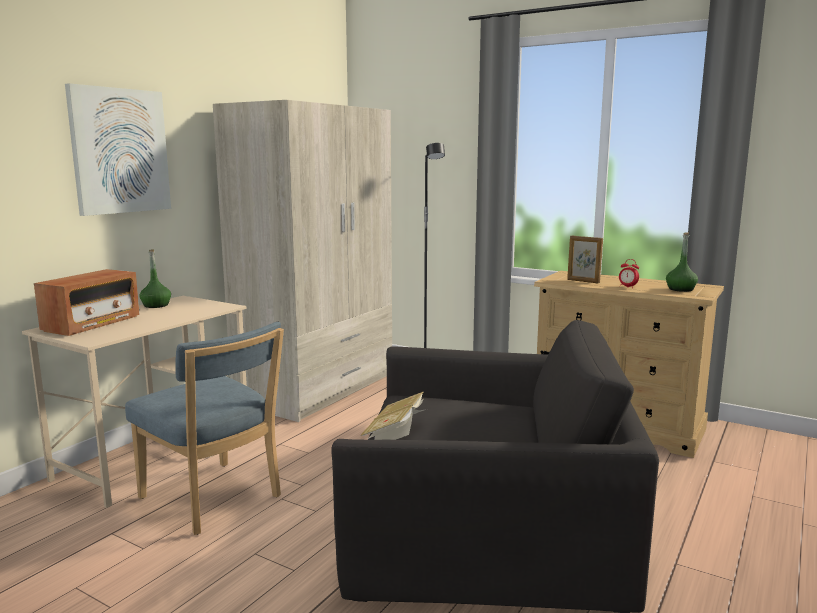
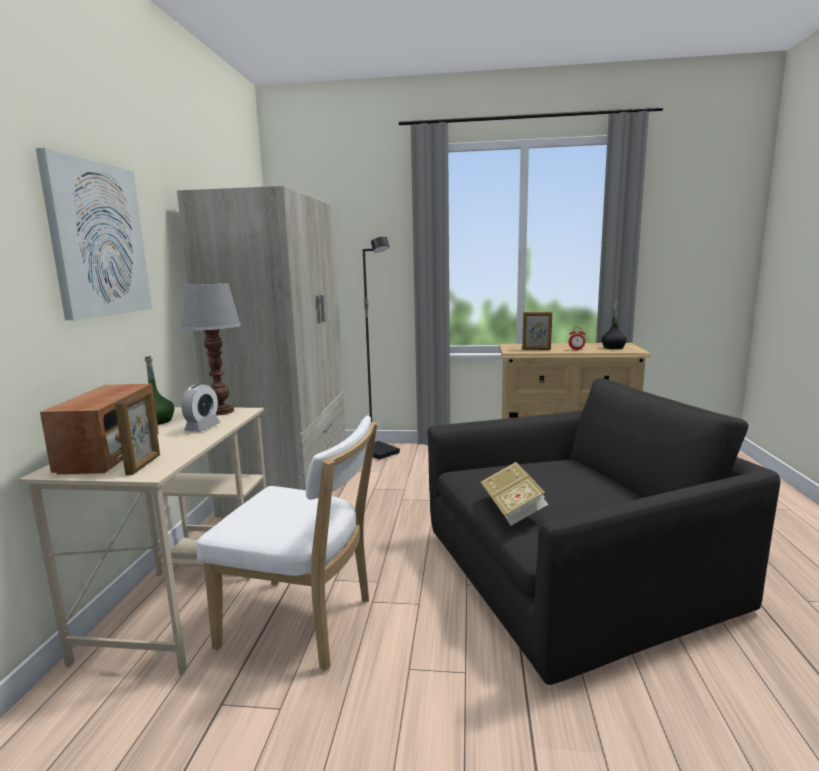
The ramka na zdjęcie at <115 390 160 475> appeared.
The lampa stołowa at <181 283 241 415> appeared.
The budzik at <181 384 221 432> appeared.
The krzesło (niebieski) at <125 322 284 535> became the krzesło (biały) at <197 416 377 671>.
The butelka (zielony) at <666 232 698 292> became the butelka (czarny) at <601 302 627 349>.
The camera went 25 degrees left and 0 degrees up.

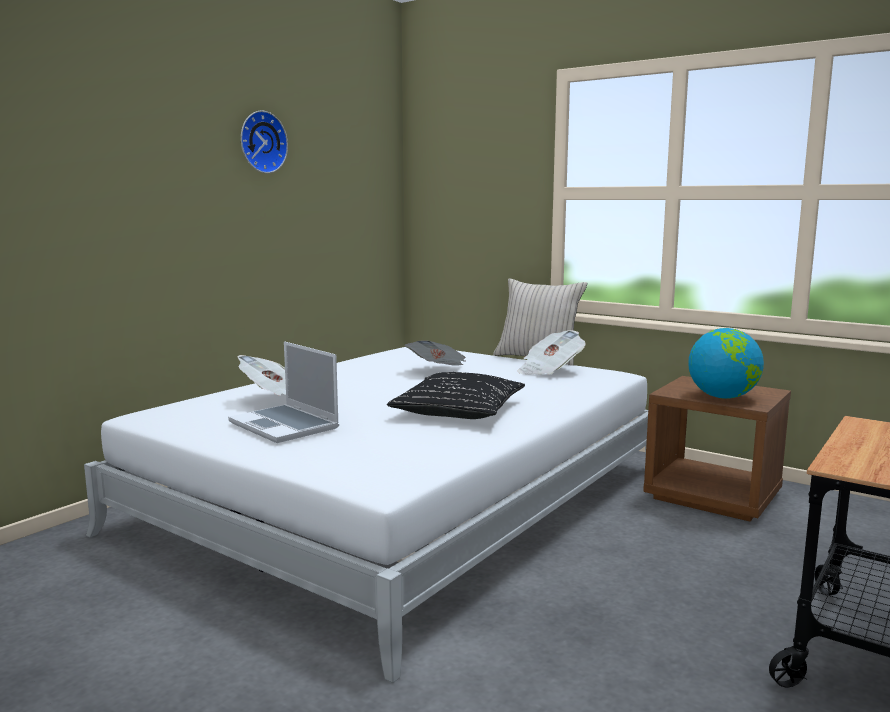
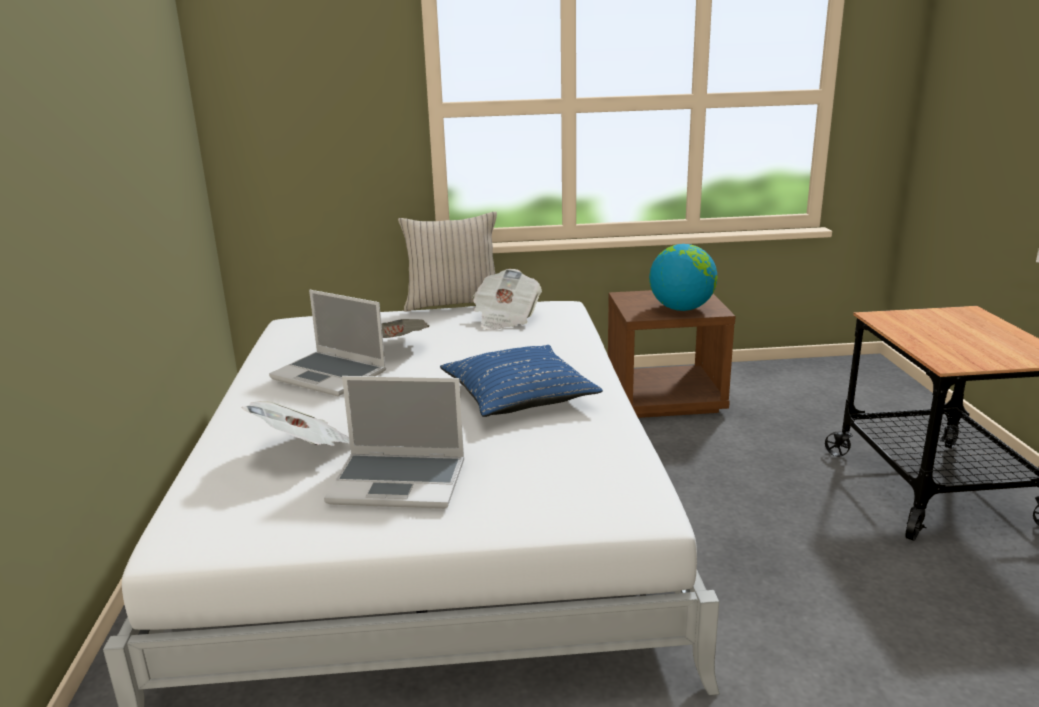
The zegar ścienny at <241 110 288 173> disappeared.
The laptop at <269 290 386 396> appeared.
The poduszka (czarny) at <387 372 525 419> became the poduszka (niebieski) at <440 345 603 417>.
The camera went 40 degrees left and 10 degrees up.

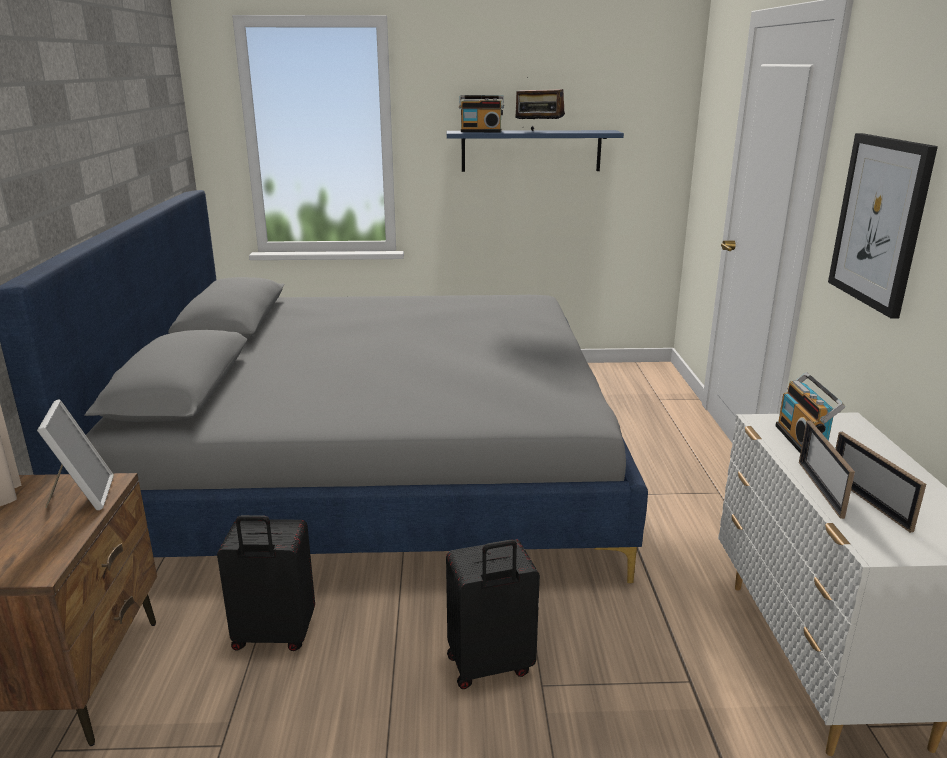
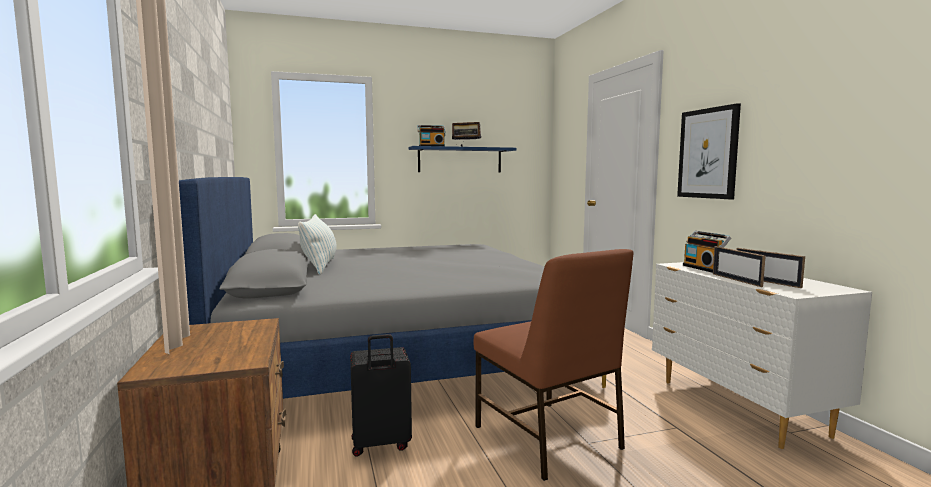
The ramka na zdjęcie at <37 399 114 510> disappeared.
The poduszka at <298 214 337 275> appeared.
The walizka (czarny) at <446 539 540 689> was replaced by the krzesło (brązowy) at <474 249 633 481>.
The camera went 15 degrees left and 15 degrees down.

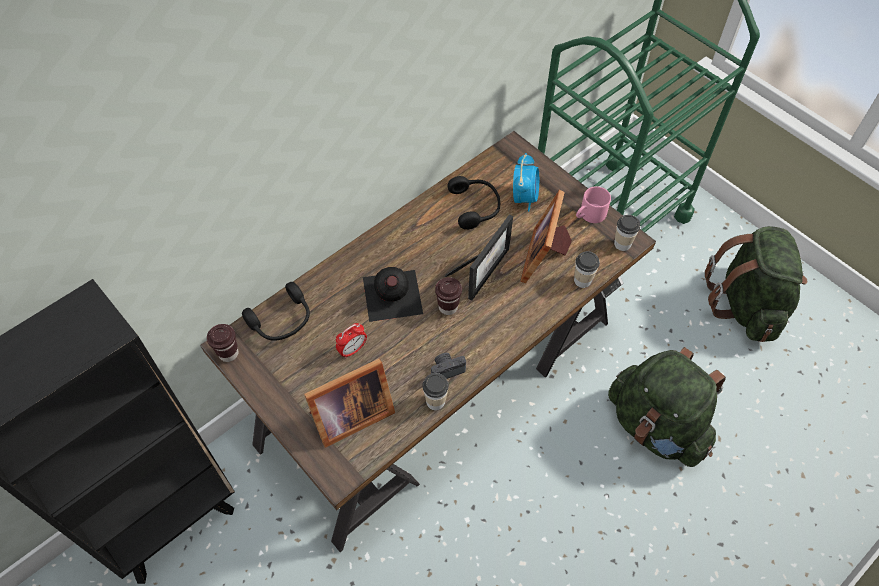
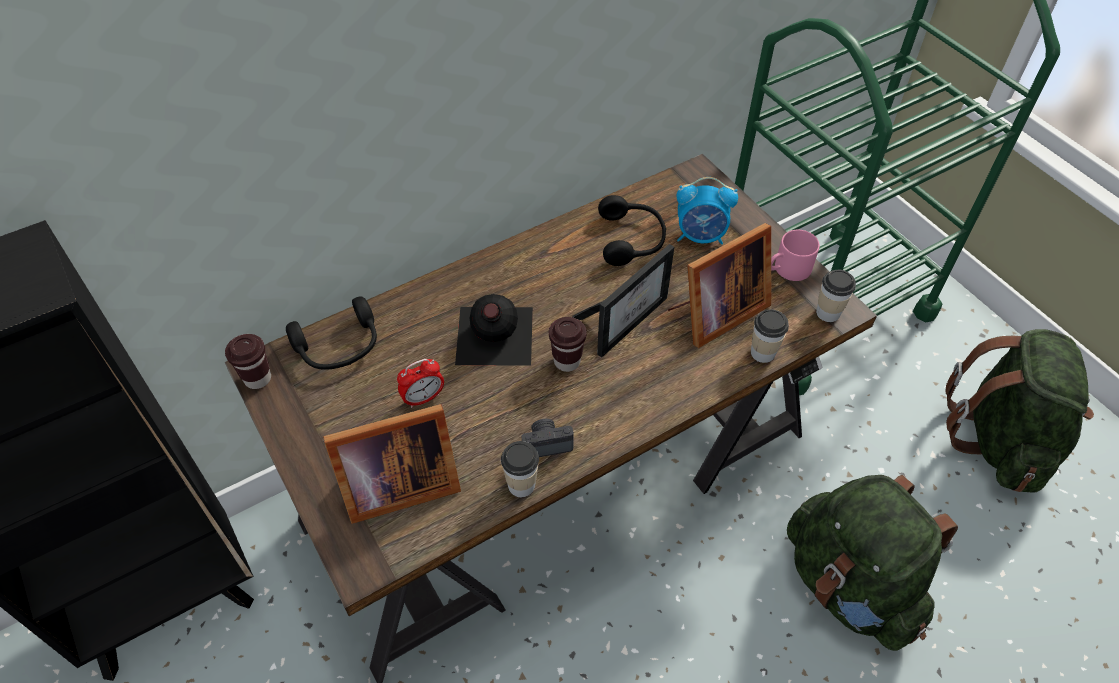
The budzik at <513 153 539 212> turned 75 degrees clockwise.
The ramka na zdjęcie at <520 190 572 283> turned 150 degrees counterclockwise.
The camera went 10 degrees right and 5 degrees down.

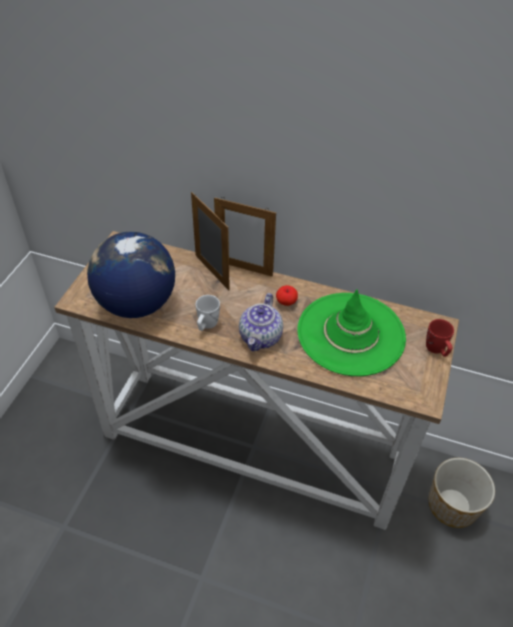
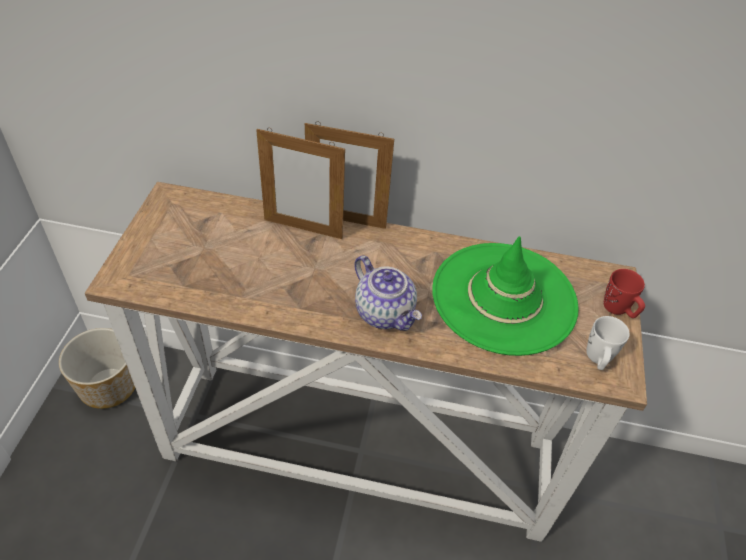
The globus at <87 232 175 318> disappeared.
The jabłko at <276 285 298 306> disappeared.
The kubek (biały) moved from <196 295 220 331> to <586 316 630 370>.
The donica moved from <429 458 495 528> to <59 328 135 409>.
The ramka na zdjęcie at <191 192 230 290> turned 150 degrees clockwise.
The imbryk at <239 293 283 351> turned 45 degrees counterclockwise.
The camera went 10 degrees left and 0 degrees up.

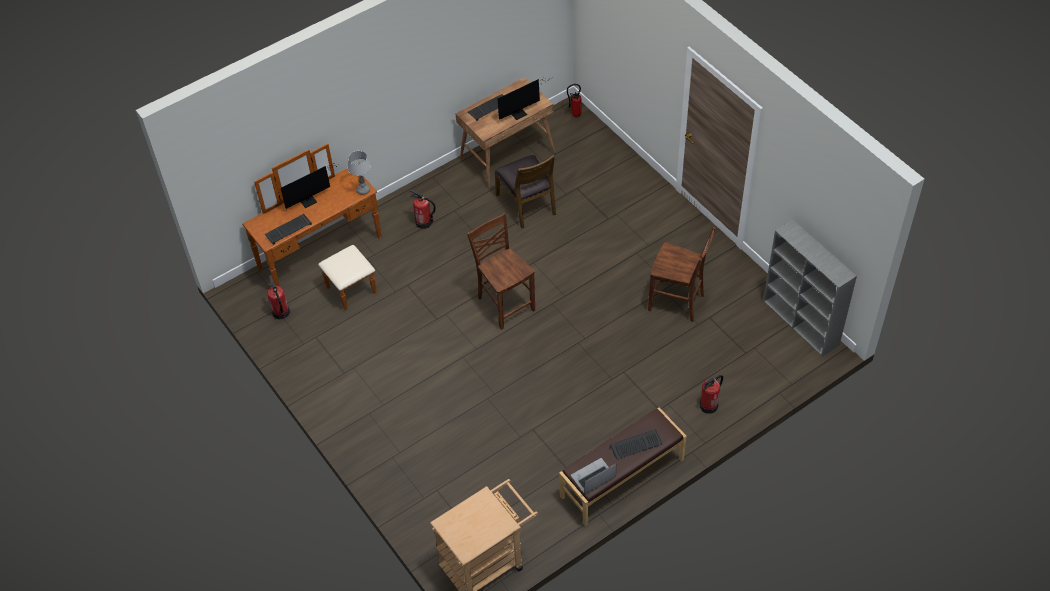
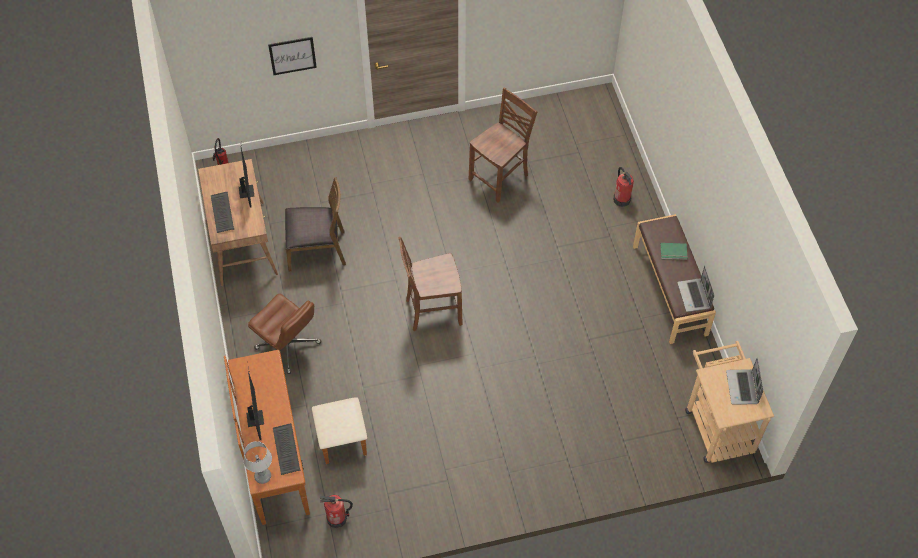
The regał (szary) at <763 220 857 357> disappeared.
The obraz at <268 37 317 75> appeared.
The laptop at <726 358 763 405> appeared.
The lampa stołowa moved from <348 151 371 195> to <243 441 272 484>.
The gaśnica at <410 190 436 229> was replaced by the krzesło biurowe (brązowy) at <248 294 322 374>.
The klawiatura at <610 429 663 460> was replaced by the książka (zielony) at <661 243 688 260>.
The camera went 70 degrees left and 5 degrees up.

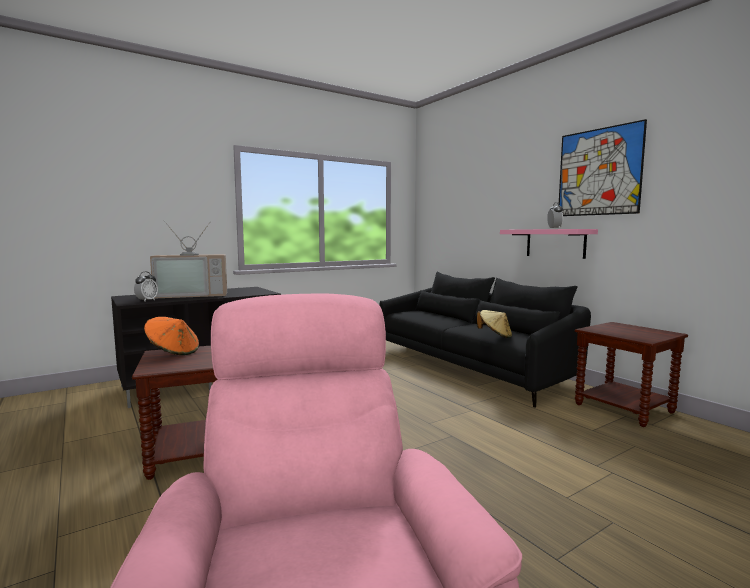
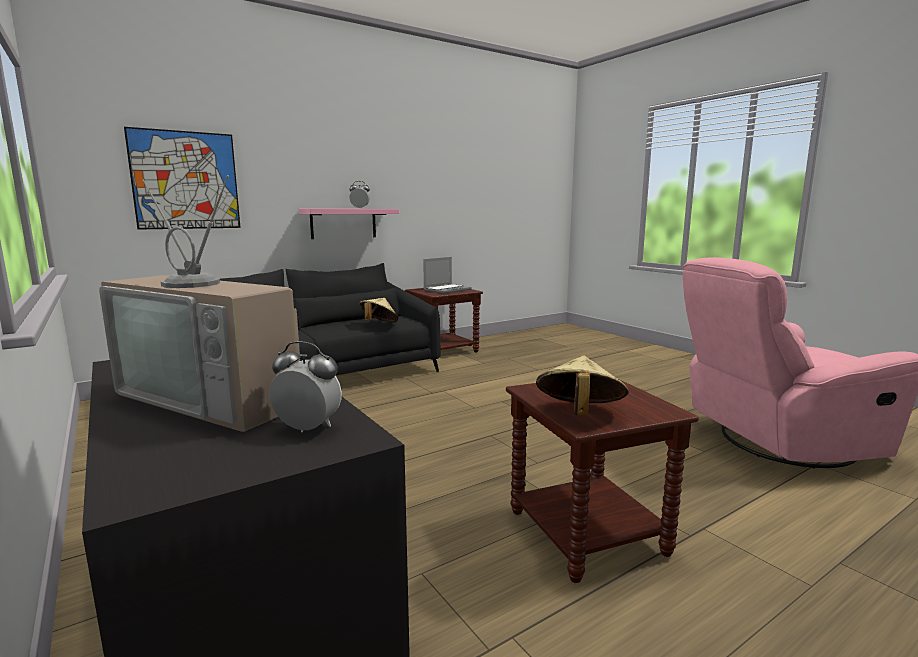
The laptop at <423 257 472 294> appeared.
The obraz moved from <559 119 647 216> to <124 127 241 230>.
The kapelusz (pomarańczowy) at <144 317 199 355> became the kapelusz (beżowy) at <536 356 629 416>.
The telewizor at <150 221 227 298> turned 135 degrees clockwise.
The camera went 90 degrees left and 5 degrees up.

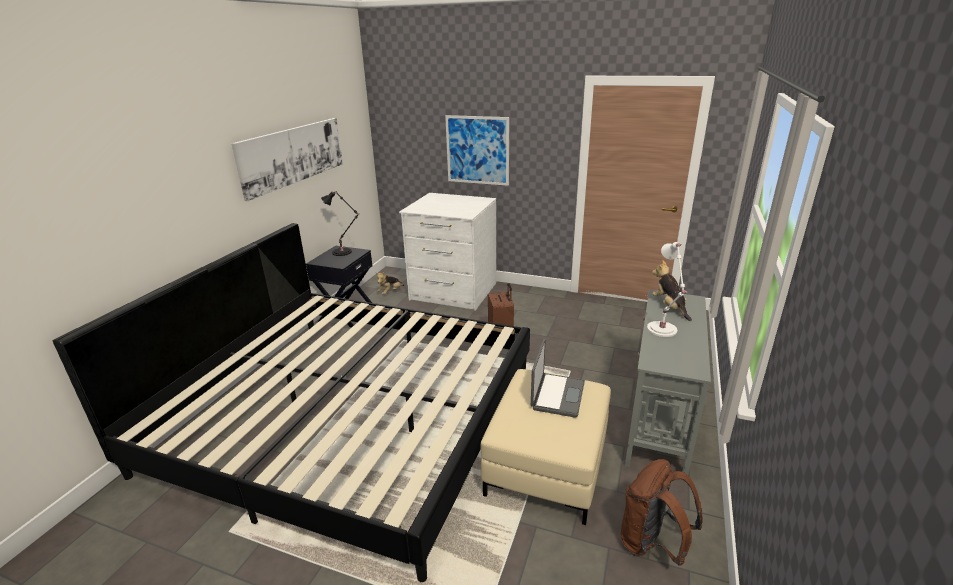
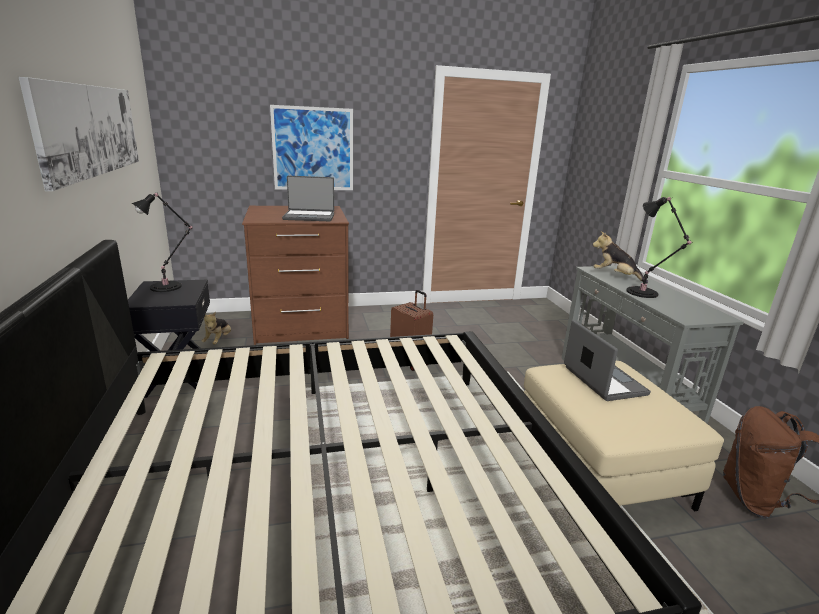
The laptop at <282 176 334 221> appeared.
The komoda (biały) at <399 193 496 311> became the komoda (brązowy) at <242 206 349 345>.
The lampa stołowa (biały) at <647 242 687 337> became the lampa stołowa (czarny) at <626 197 693 298>.
The camera went 35 degrees left and 5 degrees down.

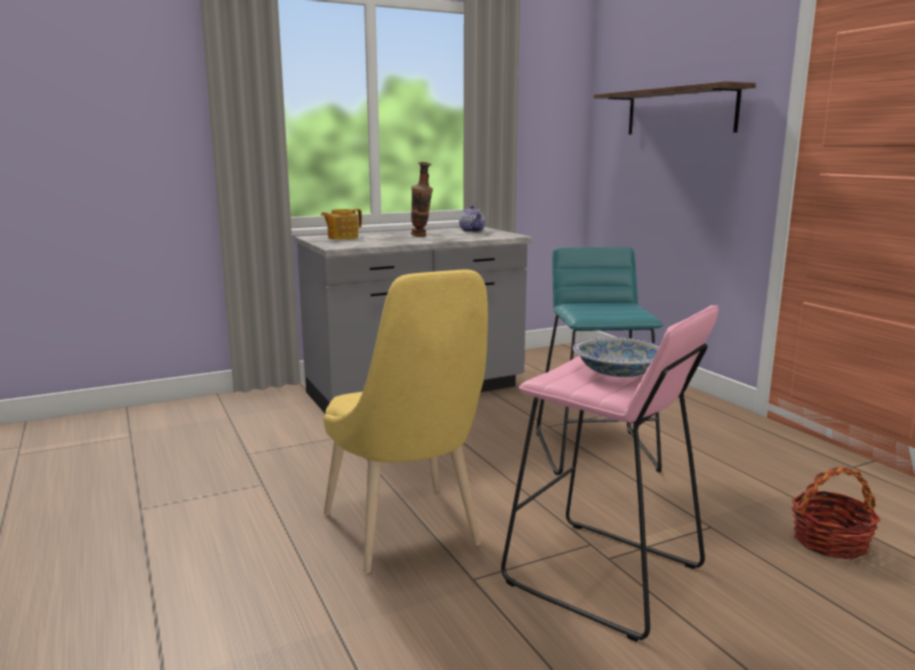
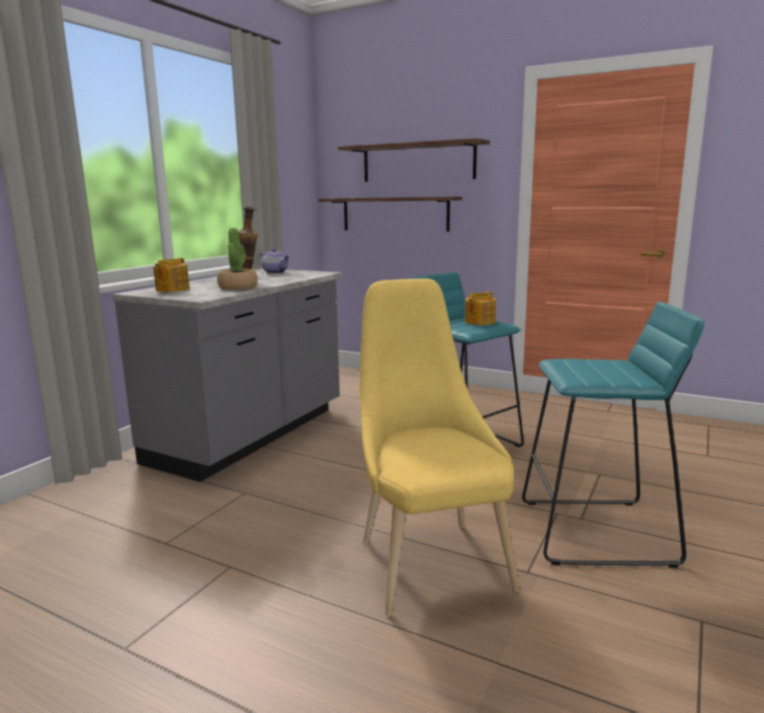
The miska at <573 337 660 377> disappeared.
The koszyk at <792 467 881 559> disappeared.
The roślina doniczkowa at <217 228 258 290> appeared.
The półka at <318 197 462 232> appeared.
The imbryk at <464 291 496 325> appeared.
The stołek (różowy) at <501 305 719 642> became the stołek (turkusowy) at <522 302 704 568>.
The krzesło (żółty) at <323 270 488 573> turned 135 degrees counterclockwise.
The camera went 35 degrees left and 0 degrees up.

